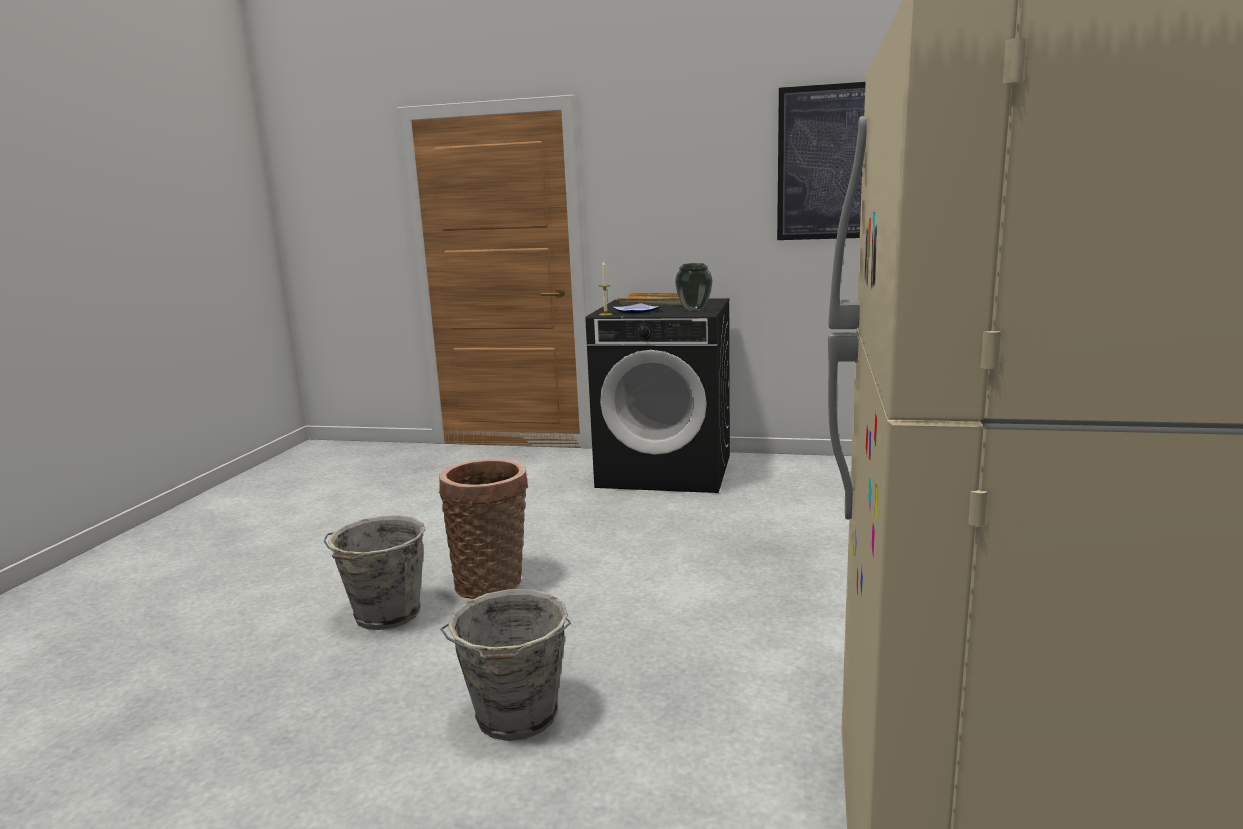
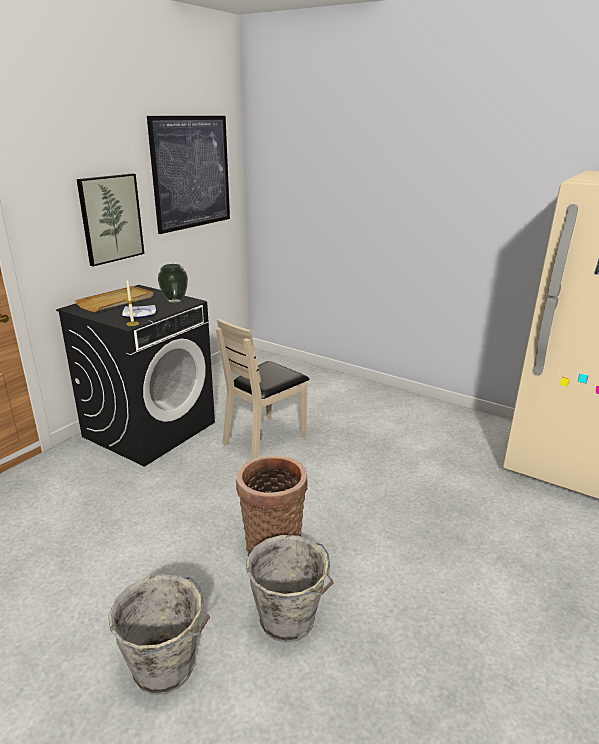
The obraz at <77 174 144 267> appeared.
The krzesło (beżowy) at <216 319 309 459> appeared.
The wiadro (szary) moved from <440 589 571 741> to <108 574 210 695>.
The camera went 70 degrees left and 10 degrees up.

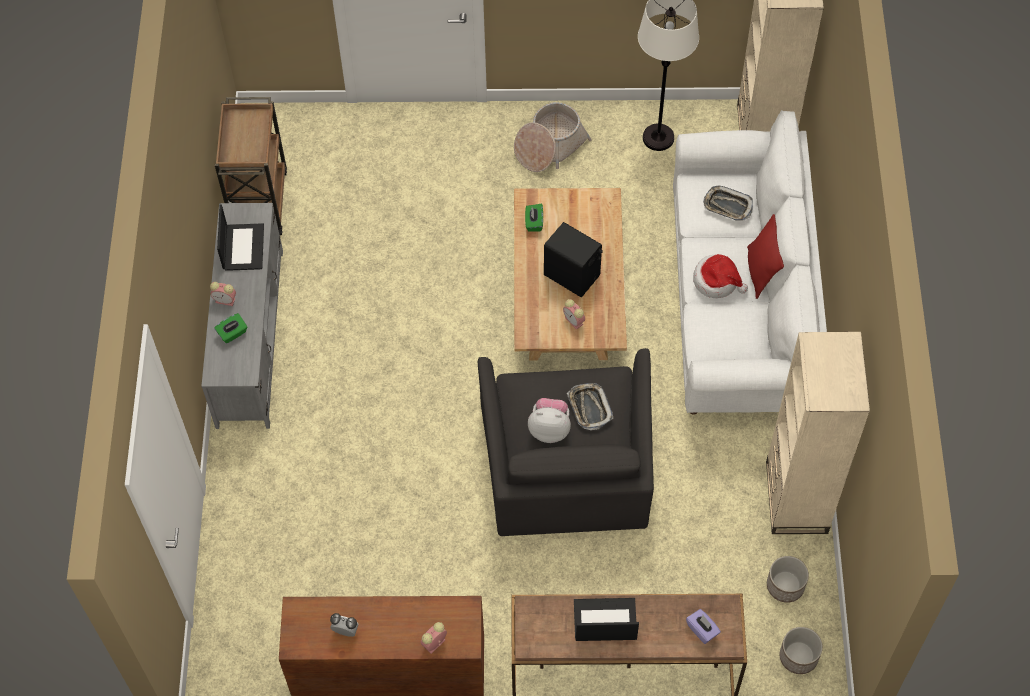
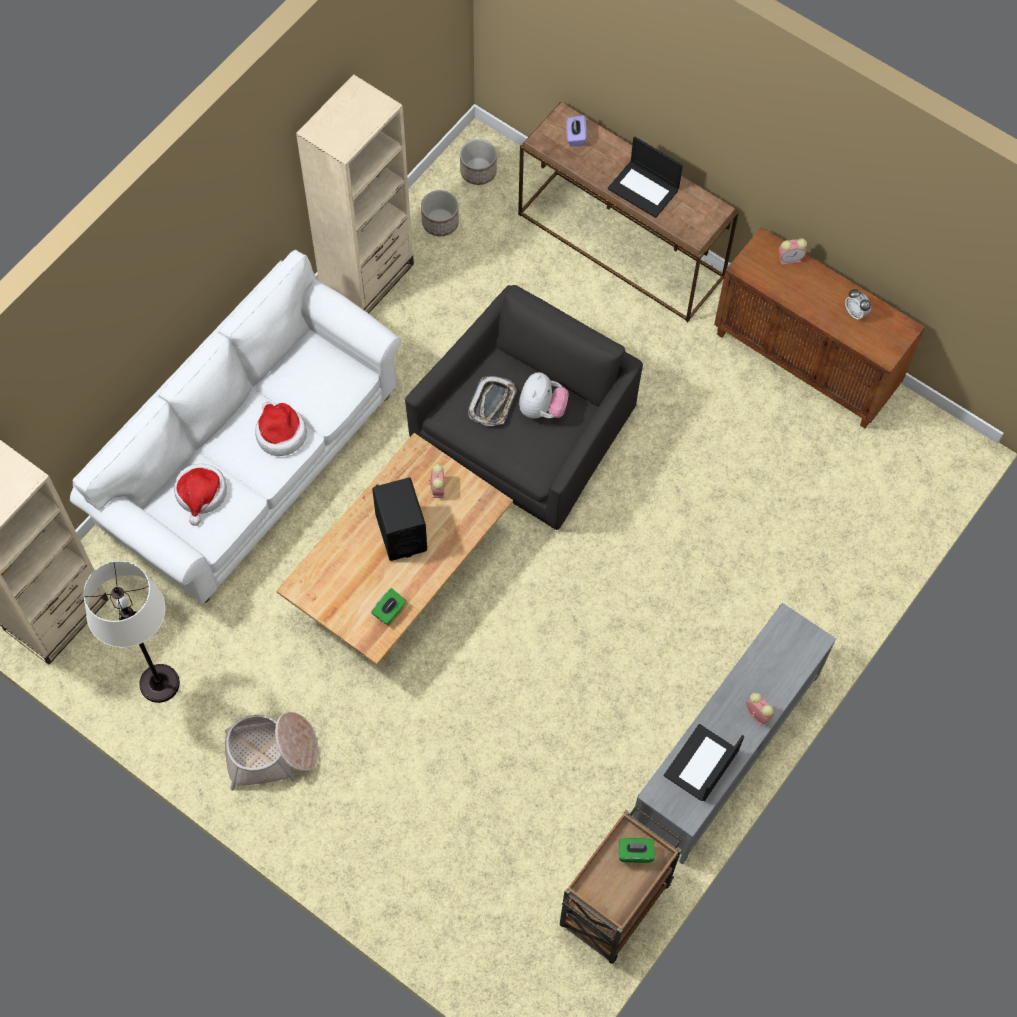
The poduszka (czerwony) at <747 214 784 299> disappeared.
The pudełko chusteczek (zielony) moved from <214 313 247 343> to <619 838 655 863>.
The taca at <703 185 753 221> was replaced by the kapelusz at <174 463 227 526>.
The pluszak at <528 398 571 443> turned 120 degrees counterclockwise.
The camera went 145 degrees left and 5 degrees up.

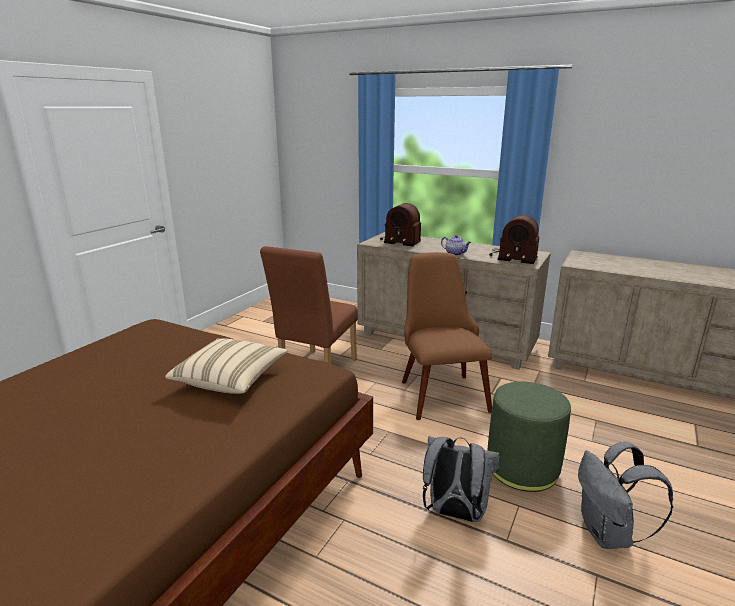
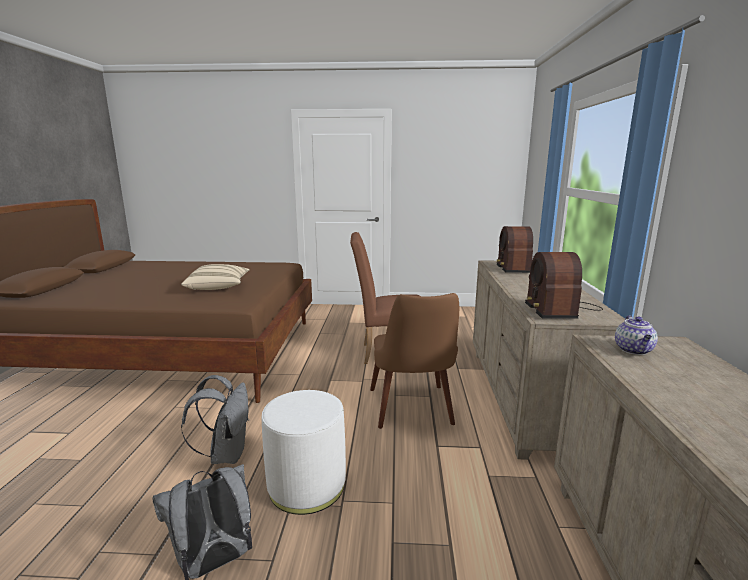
The imbryk moved from <441 235 471 256> to <615 315 658 355>.
The pufa (zielony) at <487 381 571 492> became the pufa (biały) at <262 390 346 515>.
The krzesło (brązowy) at <402 252 493 420> turned 120 degrees clockwise.
The camera went 65 degrees right and 5 degrees down.

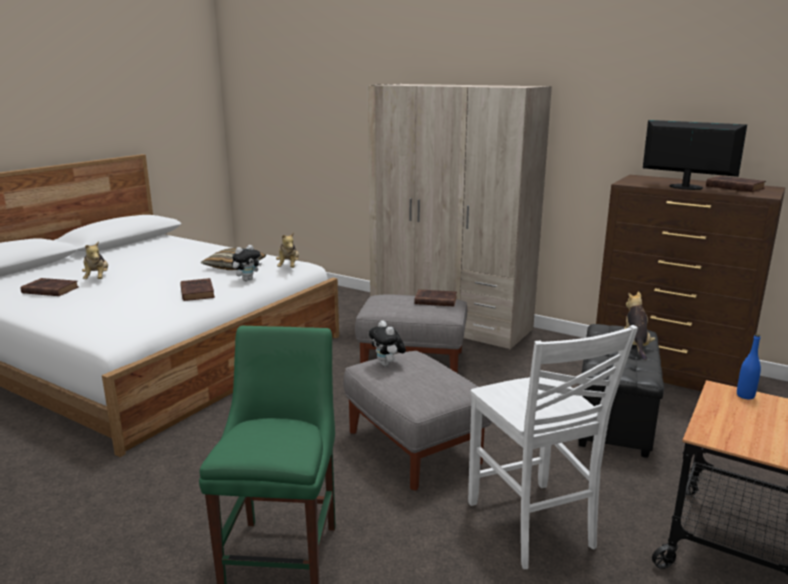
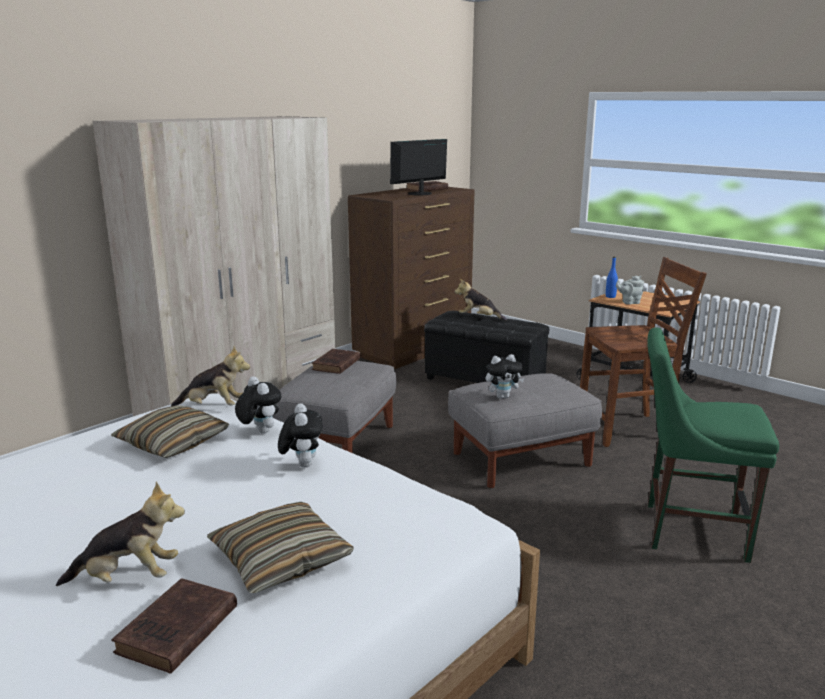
The poduszka at <207 502 354 593> appeared.
The imbryk (szary) at <616 276 644 305> appeared.
The książka (brązowy) at <180 278 215 301> was replaced by the pluszak at <278 403 323 468>.
The krzesło (biały) at <468 325 638 569> became the krzesło (brązowy) at <580 257 707 447>.
The camera went 80 degrees left and 0 degrees up.

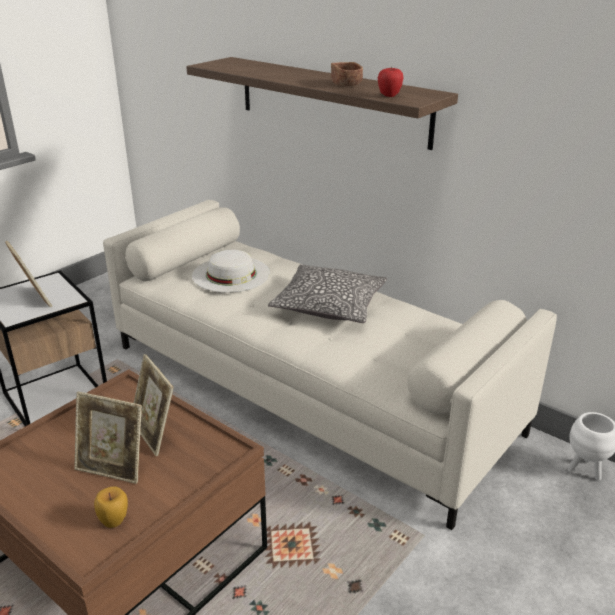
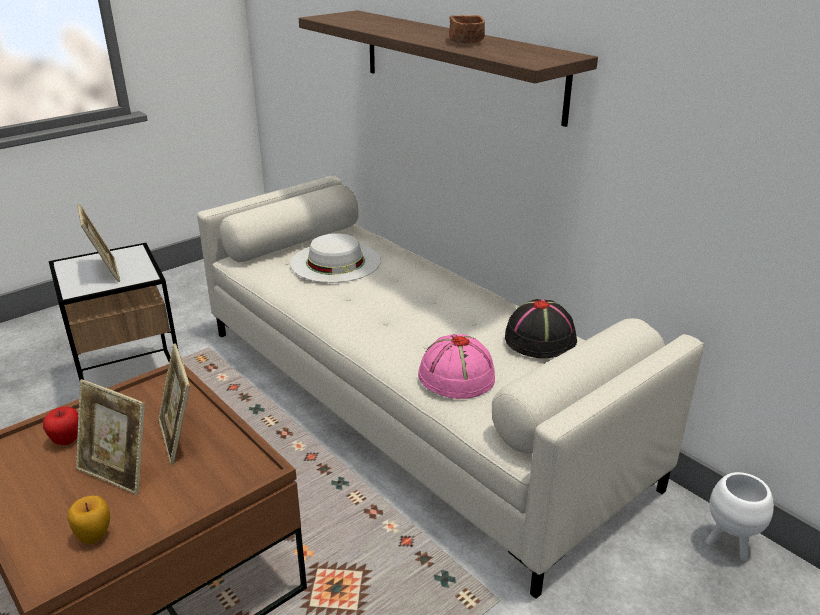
The poduszka at <268 264 387 323> disappeared.
The kapelusz (różowy) at <418 334 495 399> appeared.
The kapelusz (czarny) at <505 299 577 358> appeared.
The jabłko moved from <378 66 403 97> to <43 406 78 445>.
The camera went 10 degrees right and 0 degrees up.

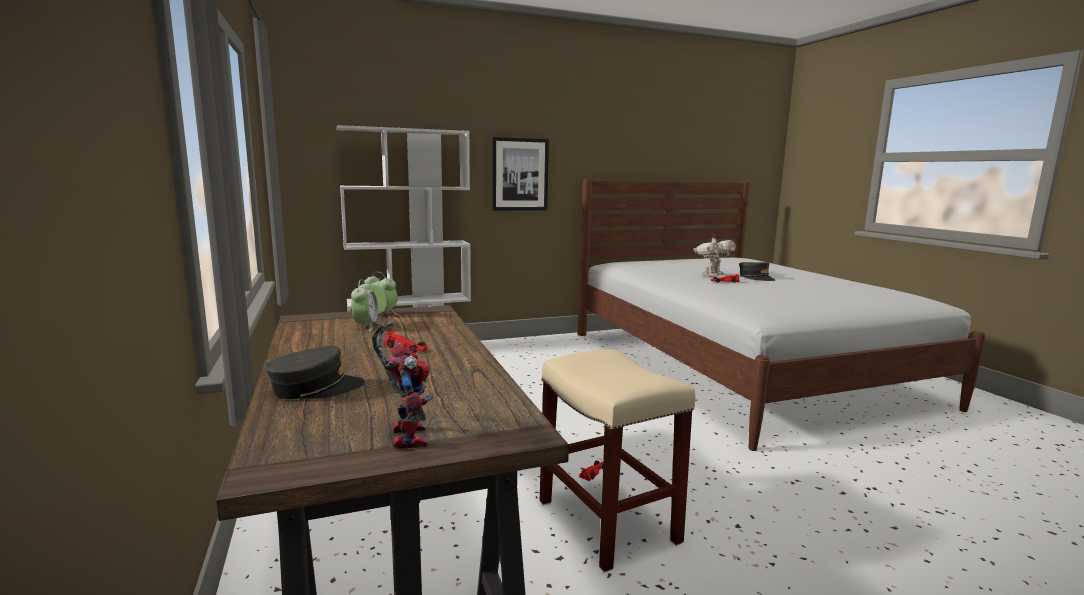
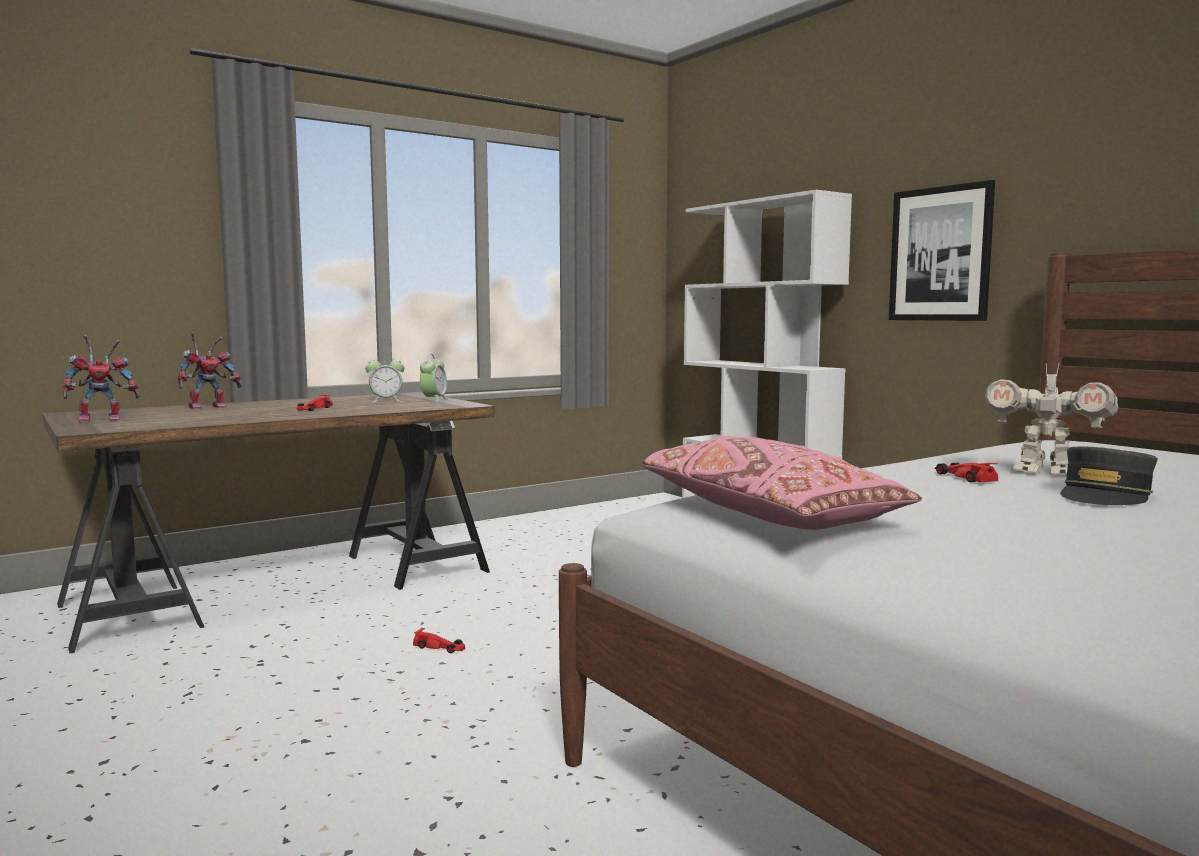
The stołek (beżowy) at <540 350 695 573> disappeared.
The poduszka (różowy) at <642 436 922 530> appeared.
The czapka z daszkiem (szary) at <265 346 365 399> was replaced by the robot zabawkowy at <178 332 242 409>.
The camera went 75 degrees right and 5 degrees down.

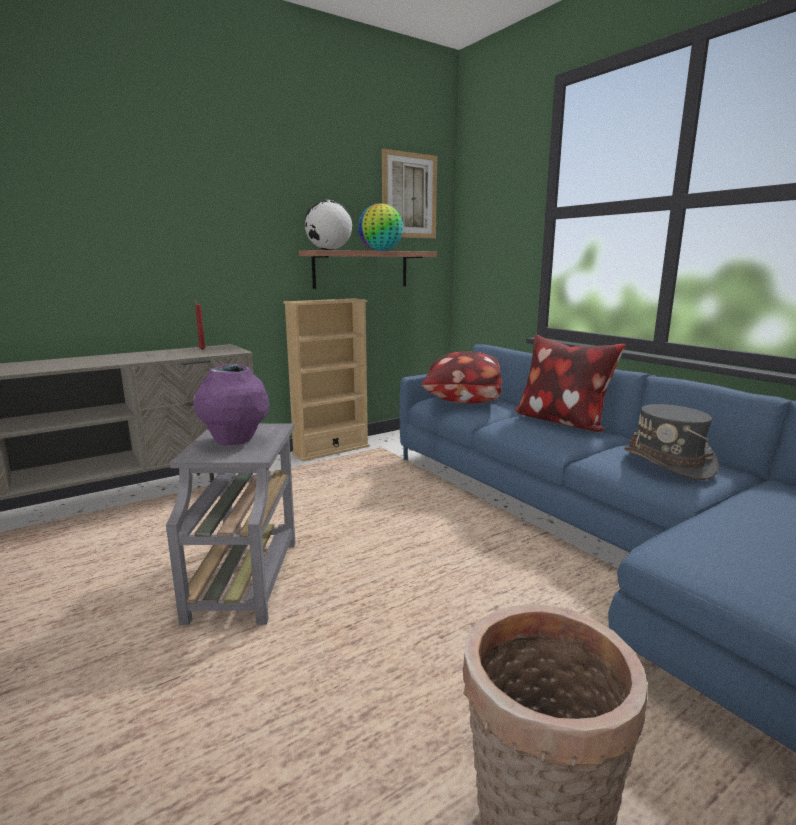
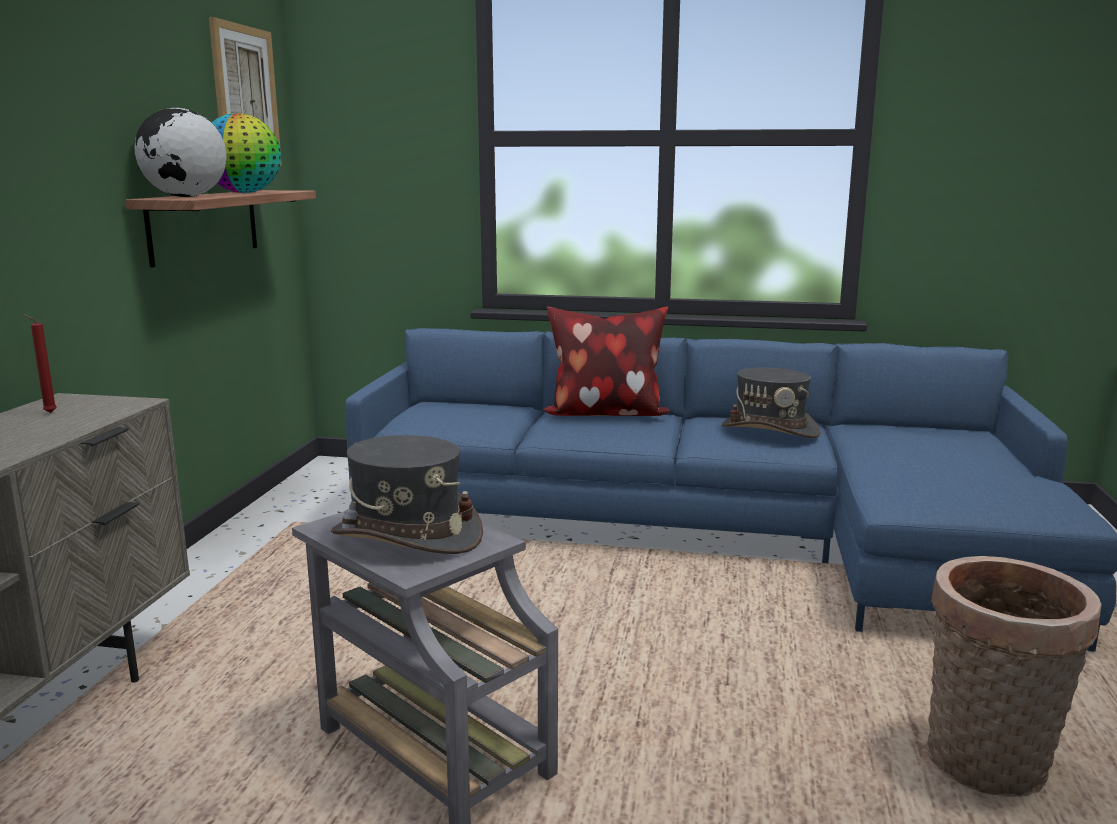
The regał (beżowy) at <283 299 370 461> disappeared.
The poduszka at <421 351 502 404> disappeared.
The wazon (fioletowy) at <193 364 269 445> was replaced by the kapelusz (szary) at <331 435 483 554>.
The camera went 45 degrees left and 0 degrees up.

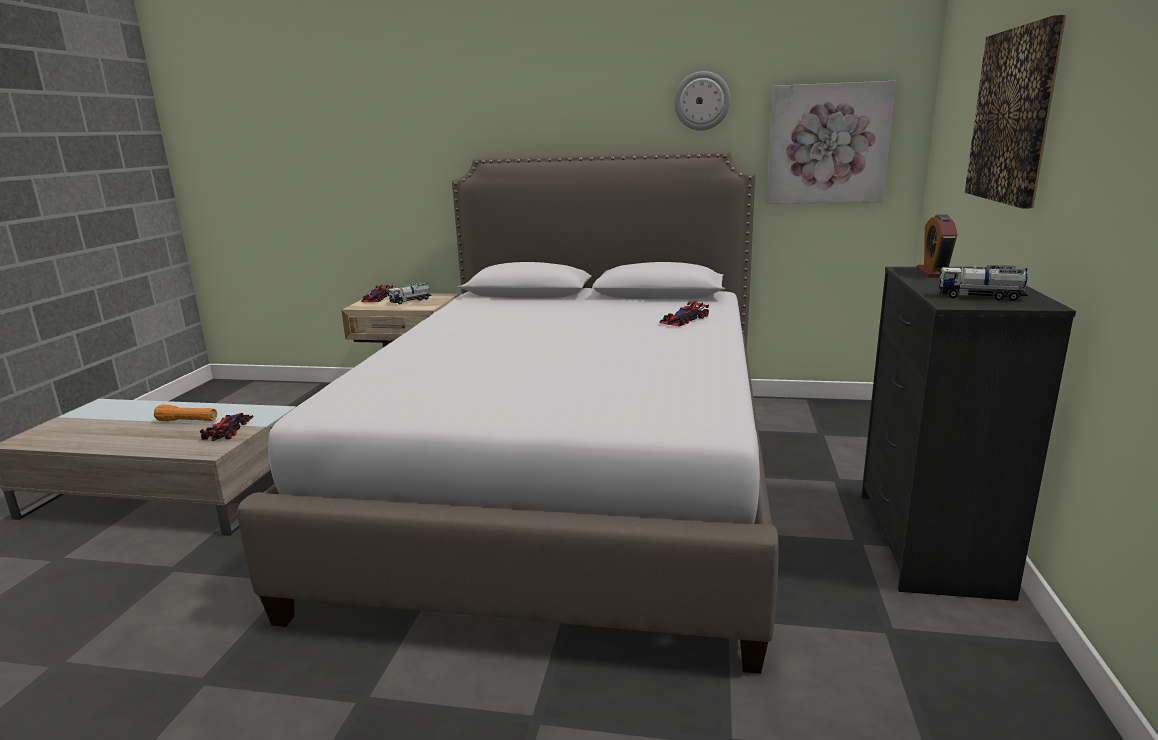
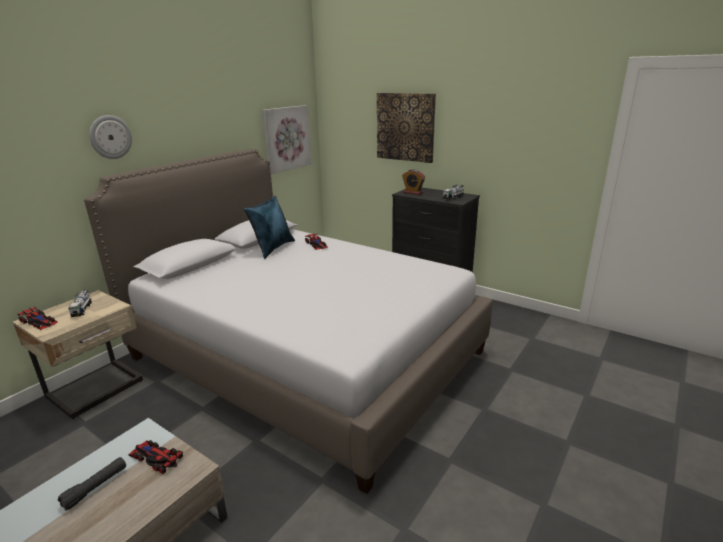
The poduszka (niebieski) at <244 195 295 259> appeared.
The zegar ścienny moved from <674 71 730 130> to <89 115 132 159>.
The latarka (pomarańczowy) at <154 405 217 421> became the latarka (czarny) at <58 457 126 511>.
The camera went 65 degrees left and 5 degrees up.

